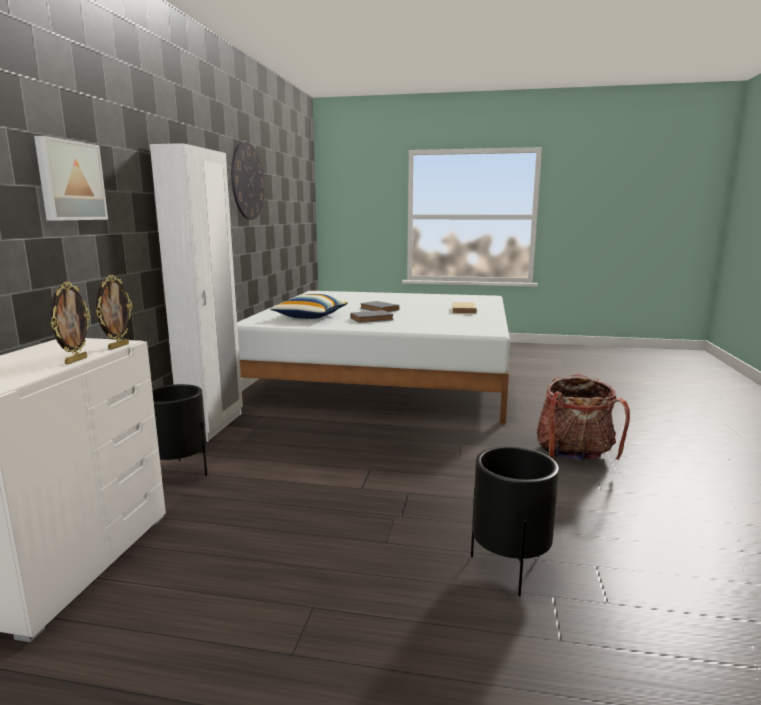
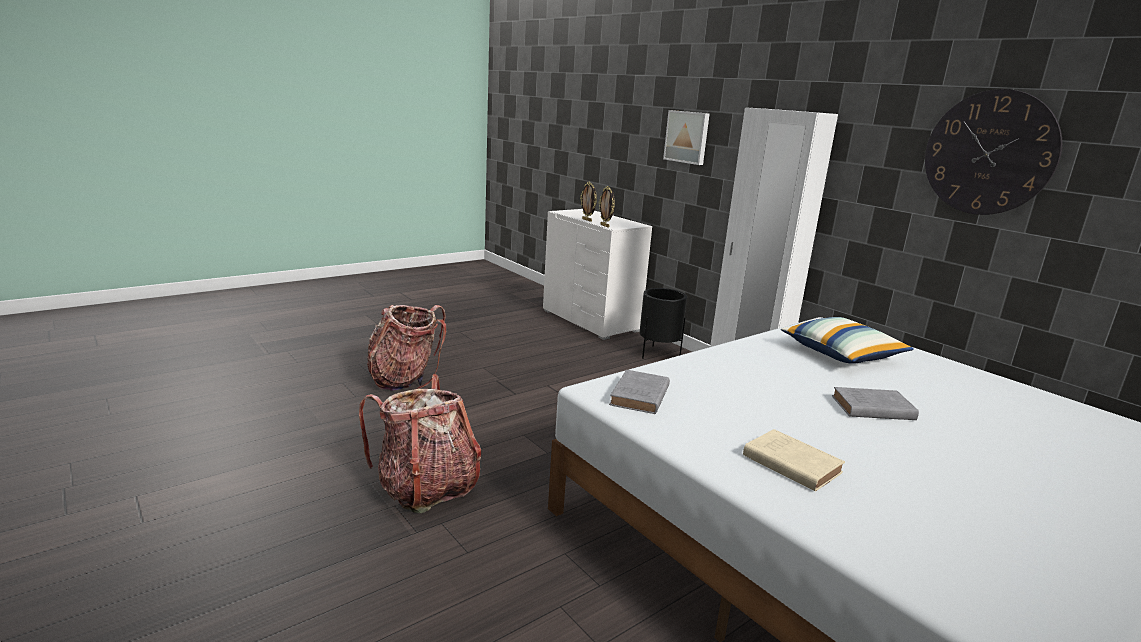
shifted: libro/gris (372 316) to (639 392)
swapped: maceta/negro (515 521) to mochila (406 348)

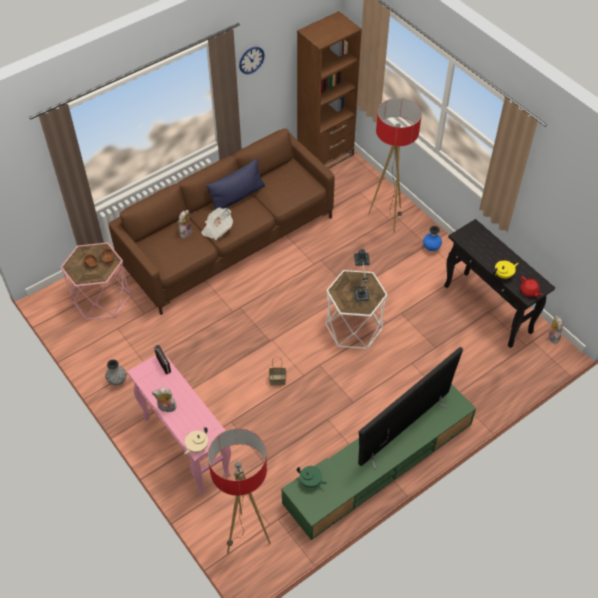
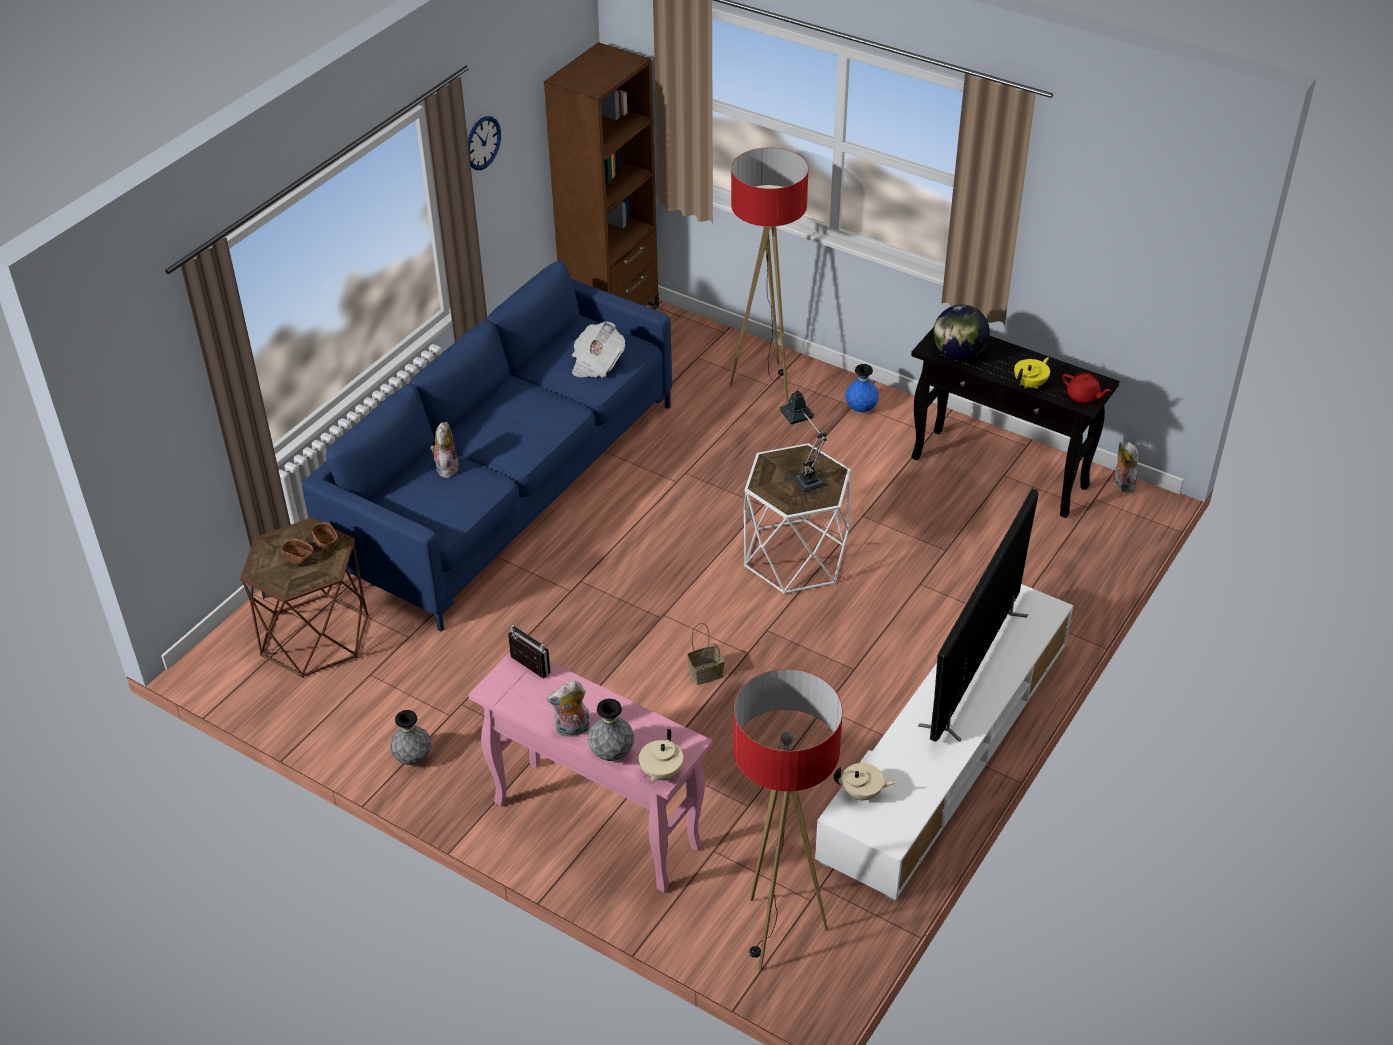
gone: cojín/azul (235 184)
new: globo terráqueo (961 332); florero/gris (611 730)
shifted: periódico (217 223) to (598 350)
repainted: sofá/marrón (222 221) to sofá/azul (487 446); mesa auxiliar/rosa (96 281) to mesa auxiliar/marrón (304 598); mueble de televisión/verde (379 462) to mueble de televisión/blanco (944 742); tetera/verde (312 476) to tetera/beis (865 782)

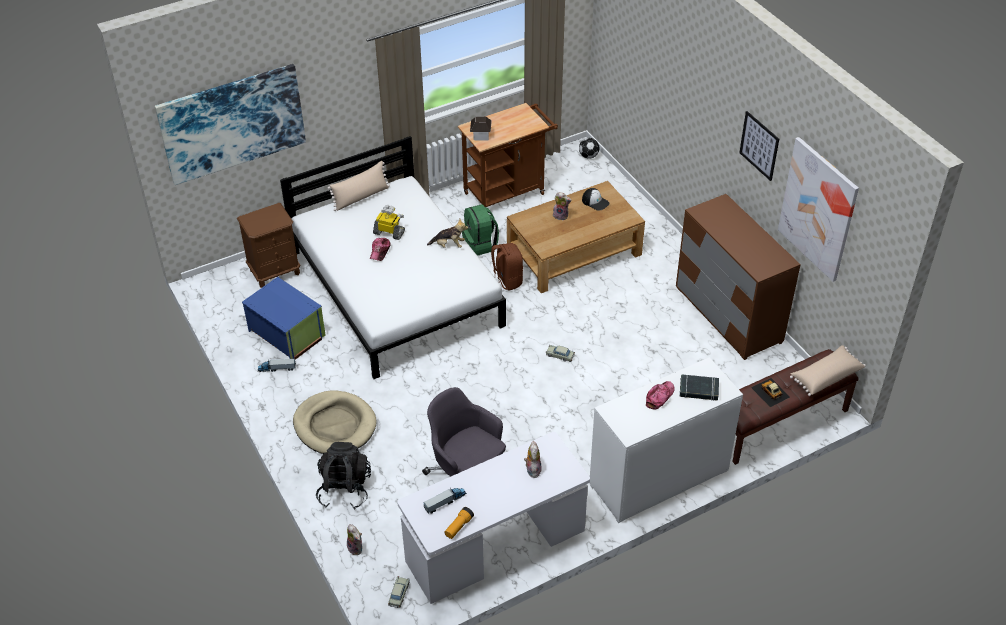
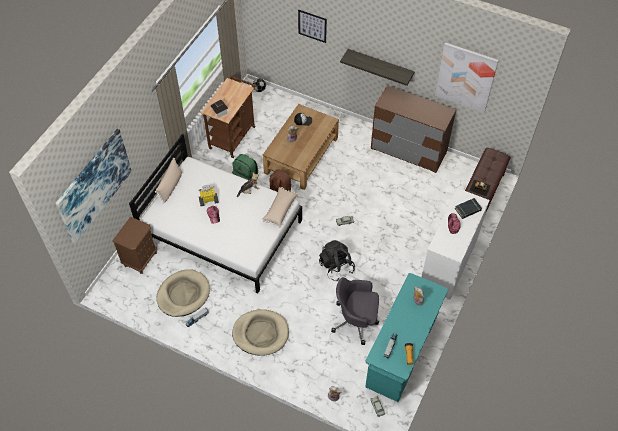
new: estante (377 67)
shifted: cuadro (759 146) to (312 26); cojín/beis (828 370) to (280 207); mochila/negro (343 475) to (337 260)
swapped: caja de almacenaje/azul (284 318) to cama para perro/beis (183 293)
repainted: escritorio/blanco (493 518) to escritorio/turquesa (406 337)

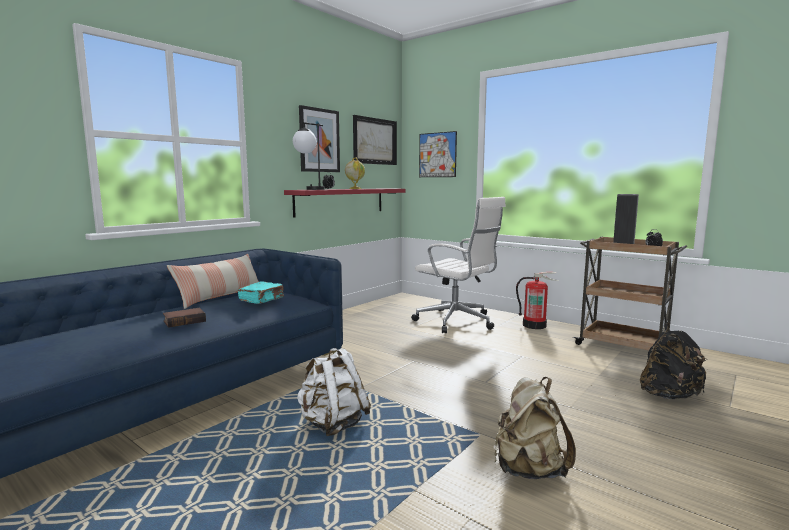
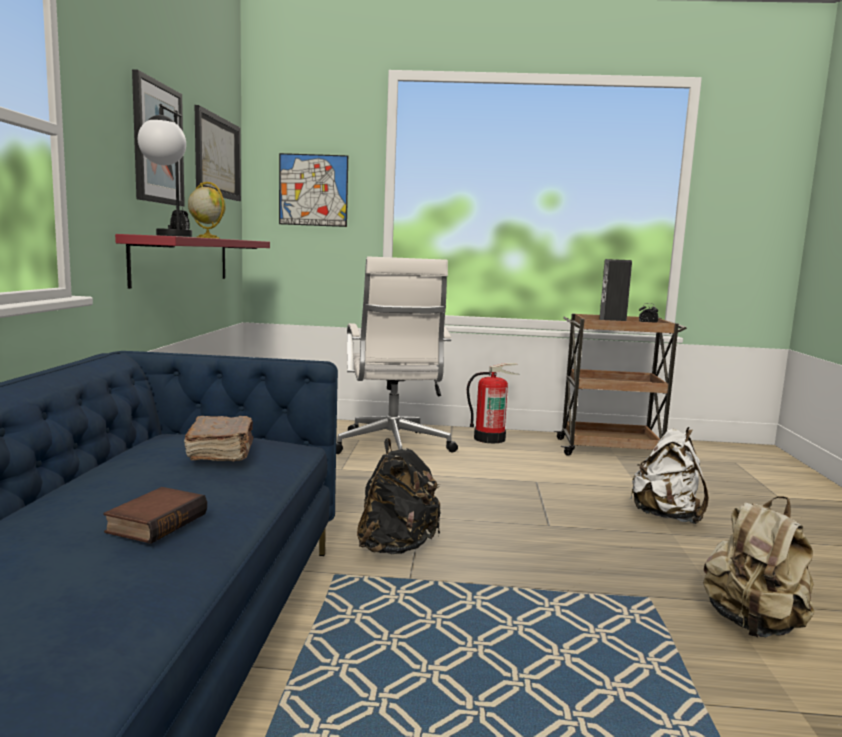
gone: cojín (213 281)
shifted: mochila/negro (673 361) to (399 496); mochila/blanco (334 392) to (669 475)
repainted: libro/turquesa (261 292) to libro/marrón (218 438)
rotated: silla de oficina/blanco (458 265) = (397 355) 75 degrees clockwise

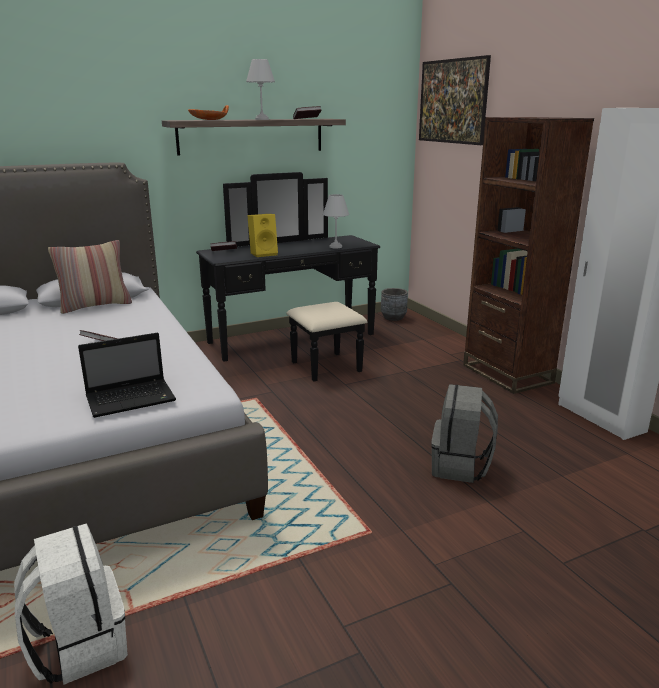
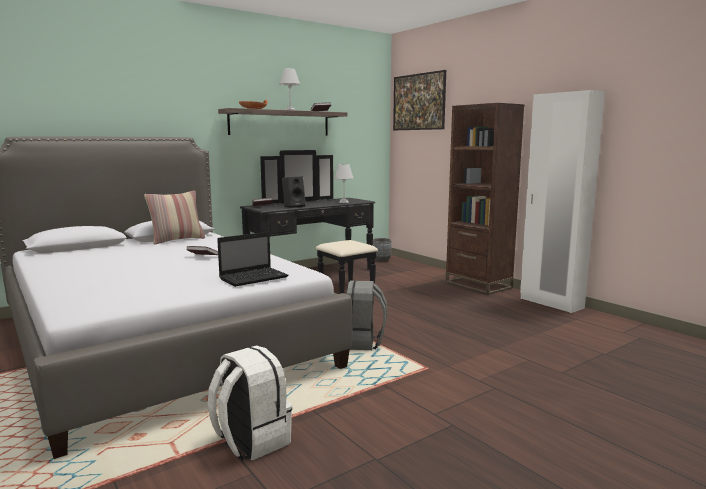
shifted: mochila/gris (464 433) to (366 315)
repainted: altavoz/amarillo (263 235) to altavoz/negro (294 192)

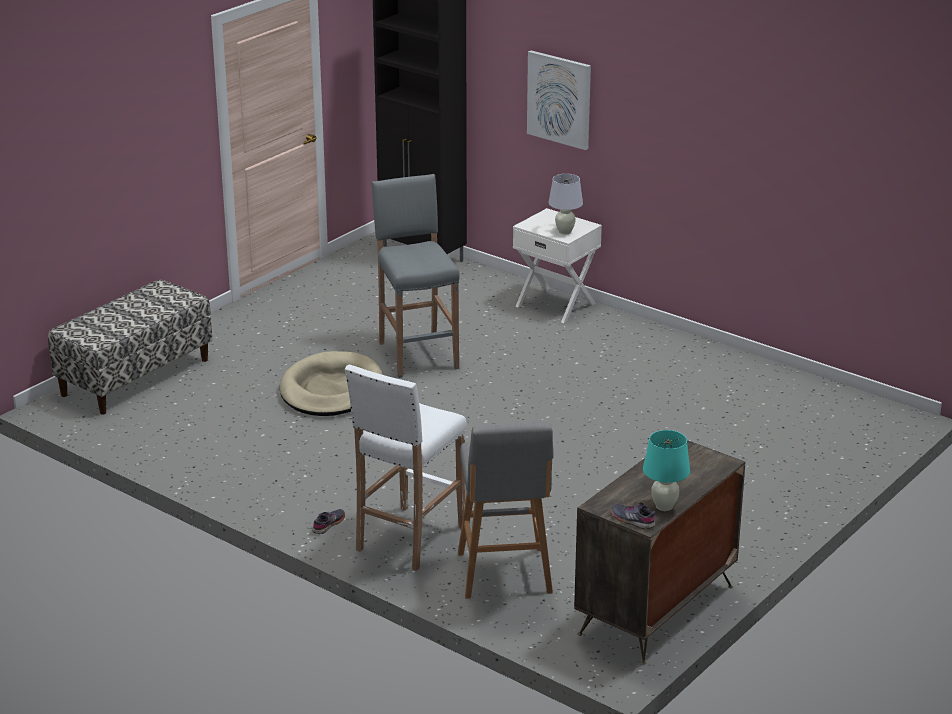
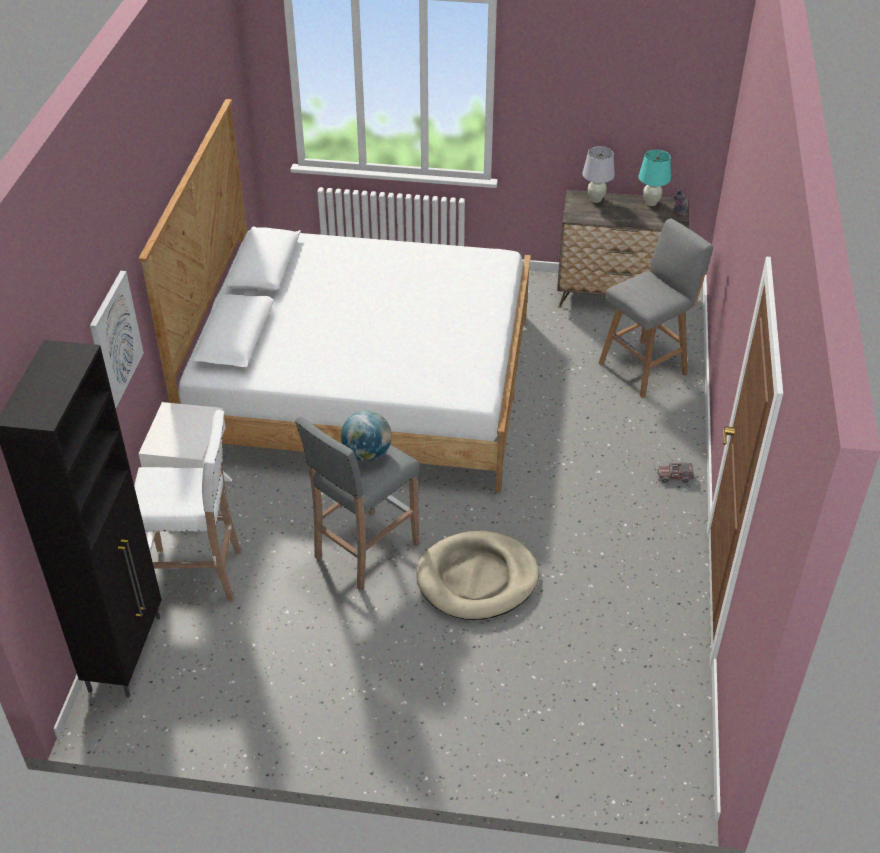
gone: banco (130 347)
new: cama (334 296); globo terráqueo (366 435)
shifted: lámpara de mesa/blanco (565 204) to (598 174); taburete/blanco (406 467) to (187 505)
swapped: zapato/gris (328 521) to camión de juguete (676 473)

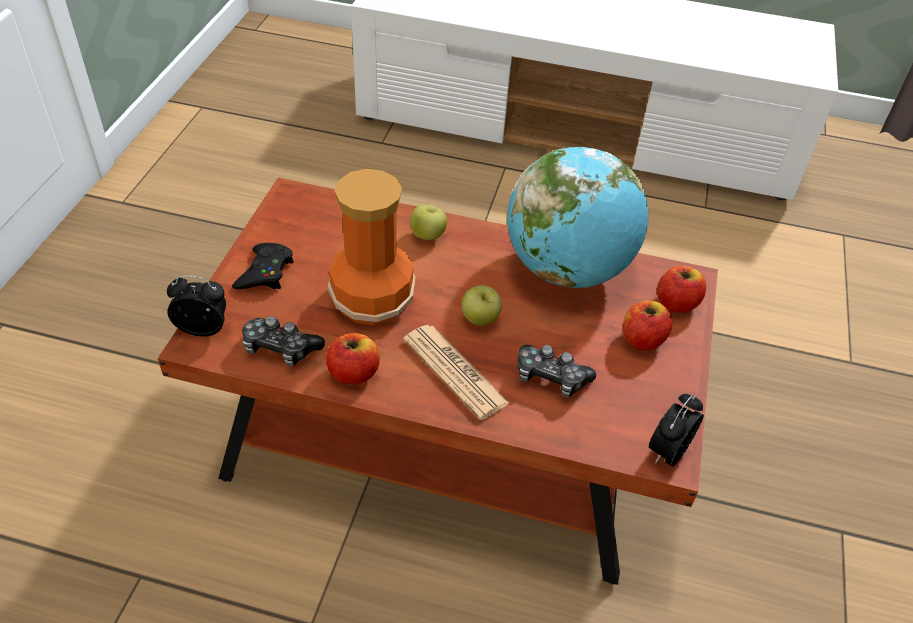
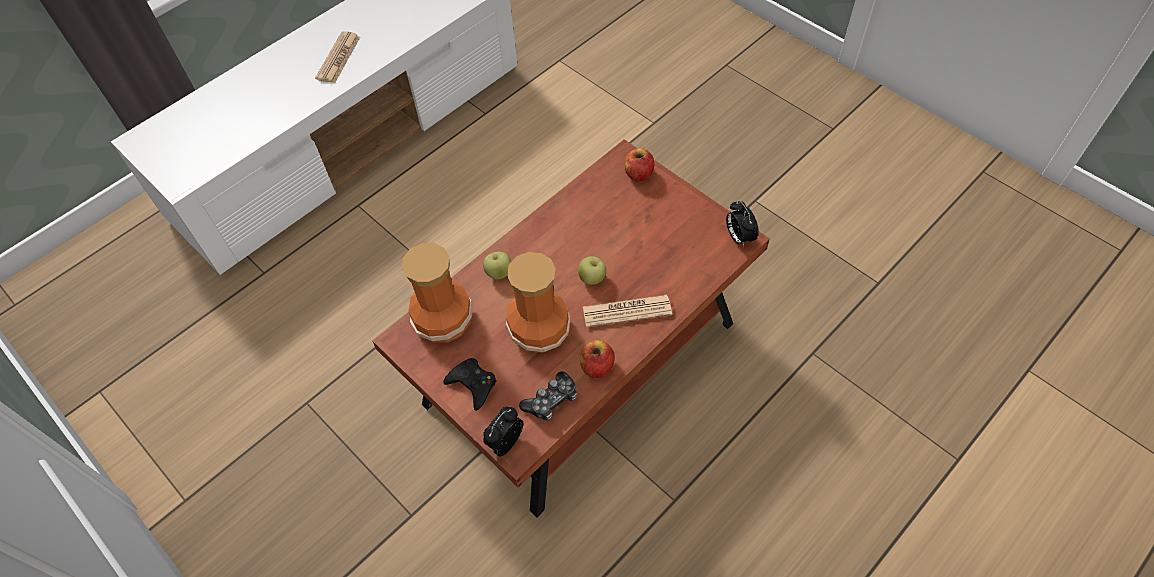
gone: globo terráqueo (577 217); manzana (647 326); mando de consola (556 371)
new: periódico (337 57); florero (437 293)

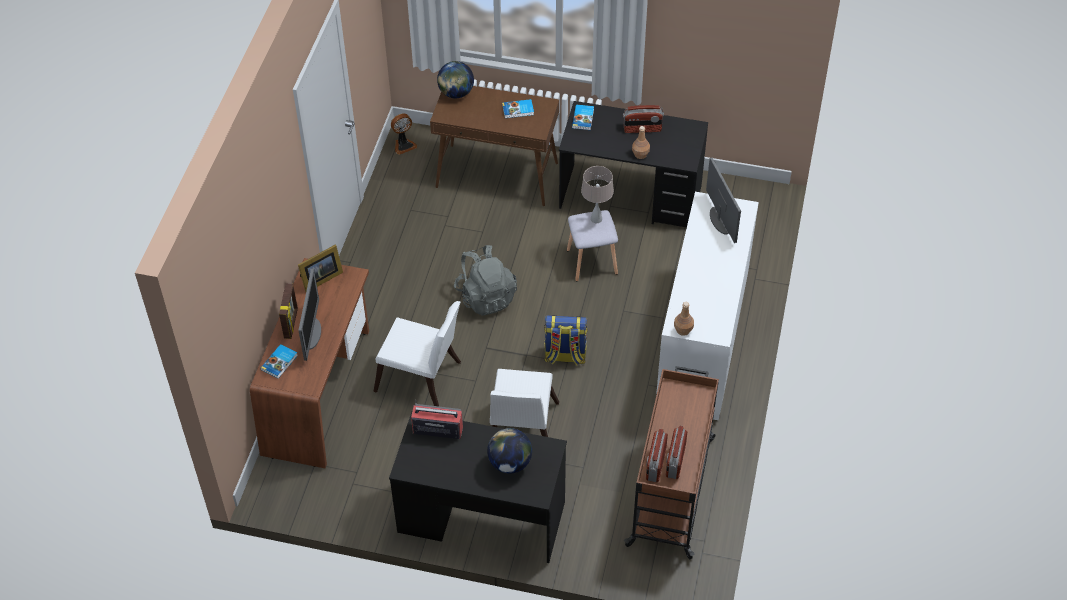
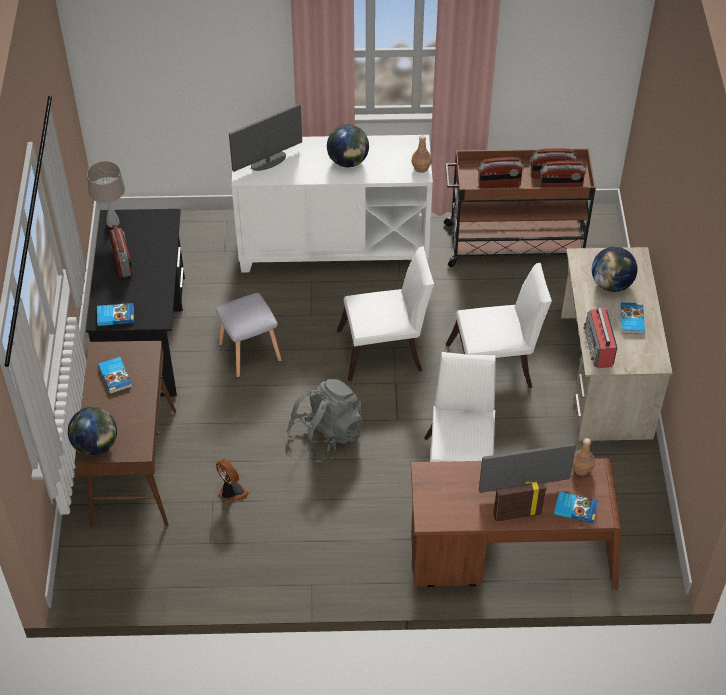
gone: portarretratos (320 268)
new: globo terráqueo (348 146); radio (501 172); libro (632 318)
shifted: ventilador (404 134) to (232 480); botella/marrón (641 142) to (583 457); lámpara de mesa/beis (597 194) to (106 194)
swapped: mochila (565 340) to silla/blanco (385 314)
repainted: escritorio/negro (478 487) to escritorio/beis (617 344)

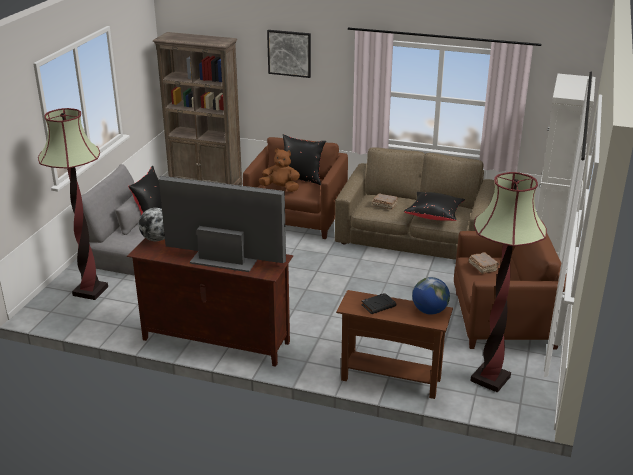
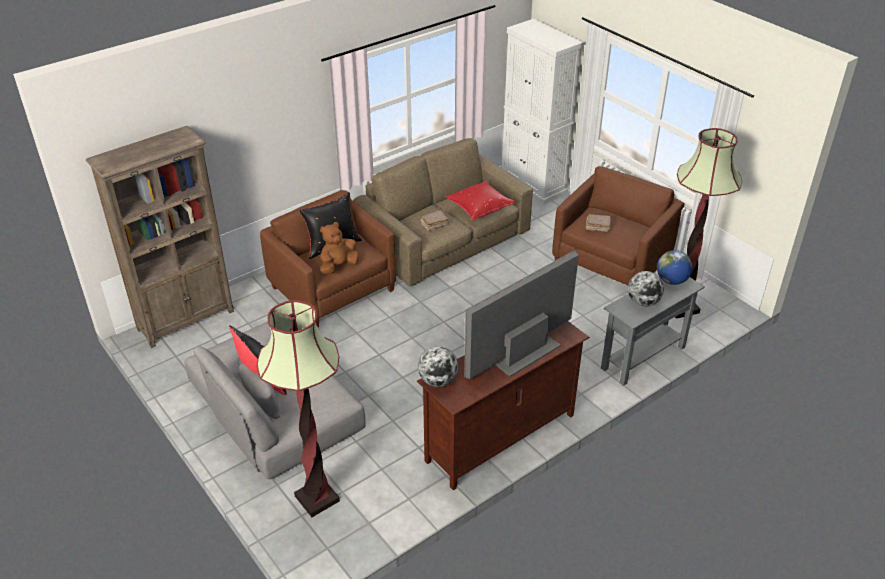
gone: cuadro (289 54)
swapped: libro/negro (378 303) to globo terráqueo (646 288)
repainted: cojín/negro (434 206) to cojín/rojo (480 200); mesa consola/marrón (394 344) to mesa consola/gris (653 331)

